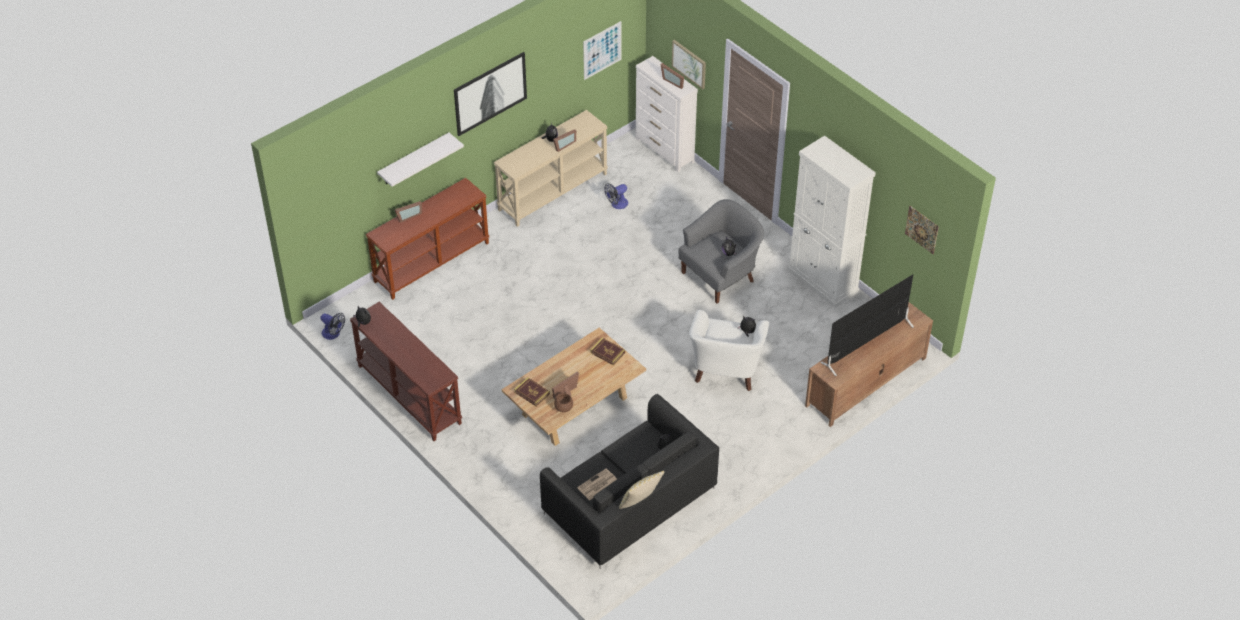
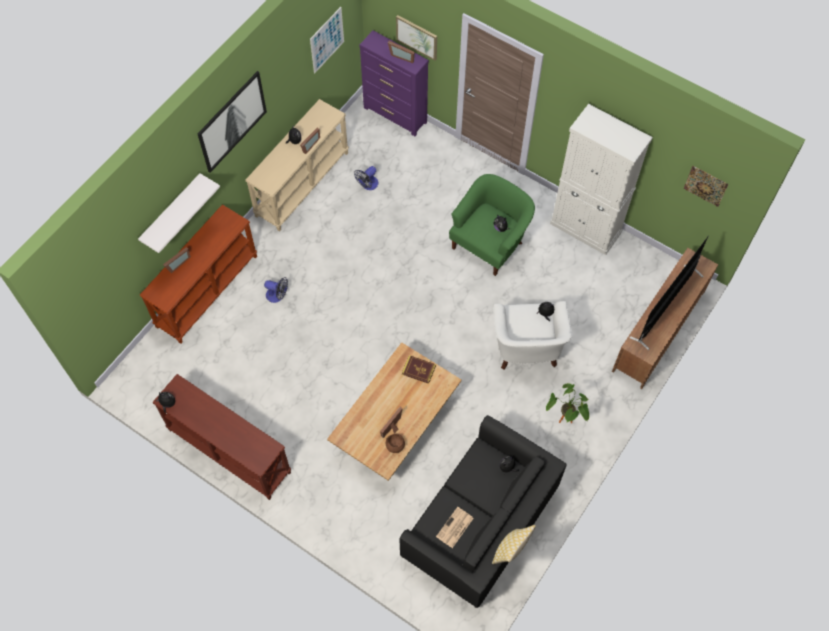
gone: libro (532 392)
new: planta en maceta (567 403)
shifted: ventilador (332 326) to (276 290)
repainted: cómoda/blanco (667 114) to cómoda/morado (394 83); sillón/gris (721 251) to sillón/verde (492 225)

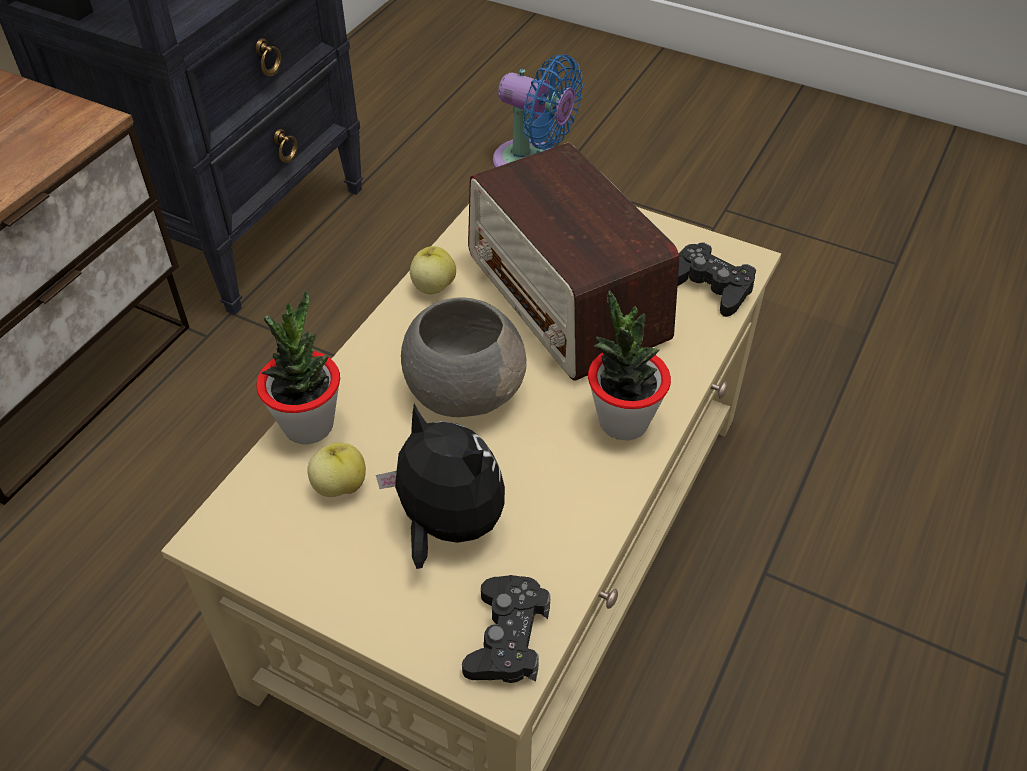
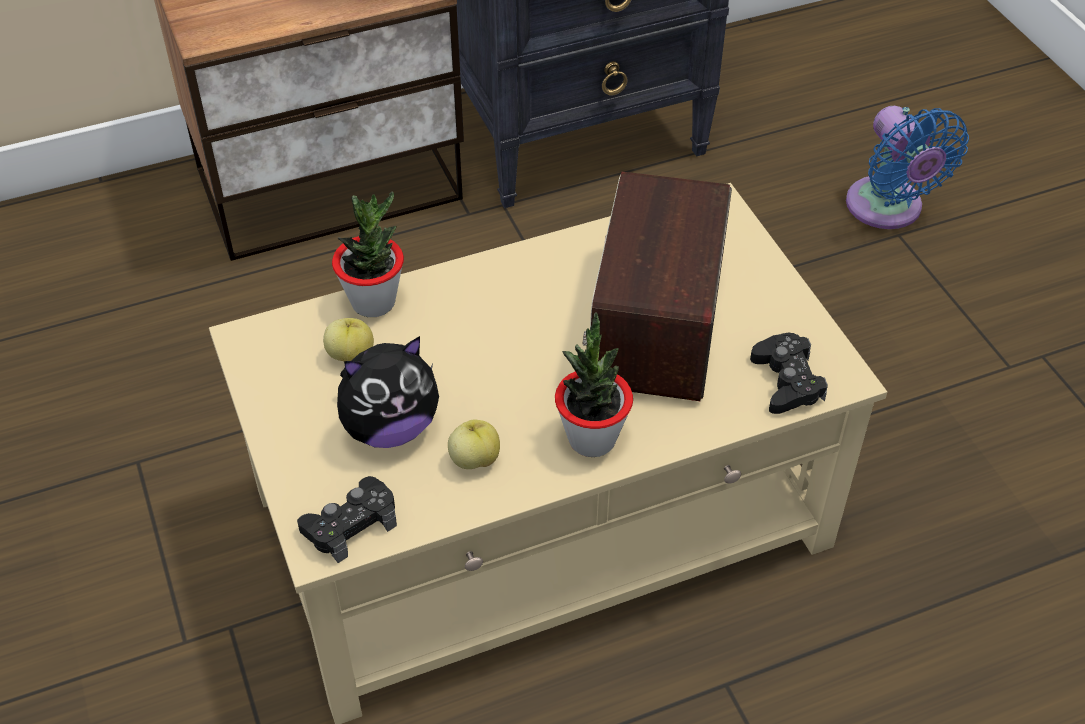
gone: cuenco/gris (464 357)
shifted: manzana (433 270) to (474 444)
rotated: peluche (440 486) = (388 392) 75 degrees clockwise

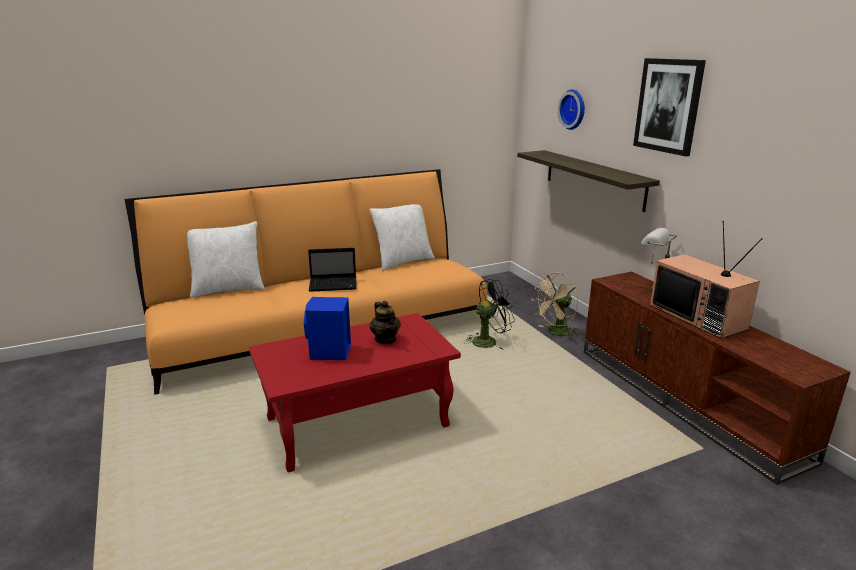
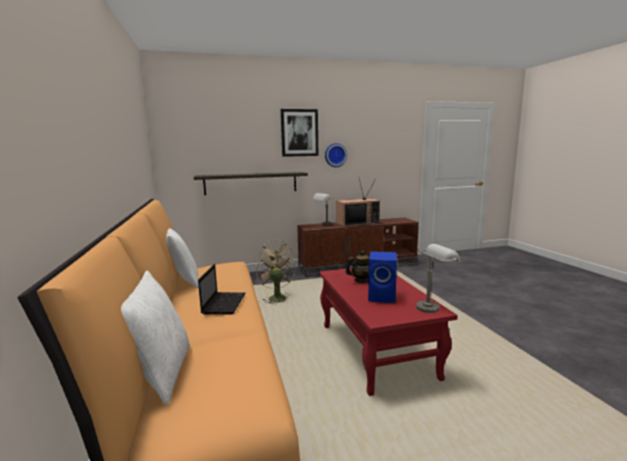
new: lámpara de mesa/gris (438 278)
shifted: reloj de pared (571 109) to (336 155)
repainted: ventilador/negro (490 314) to ventilador/beis (275 277)

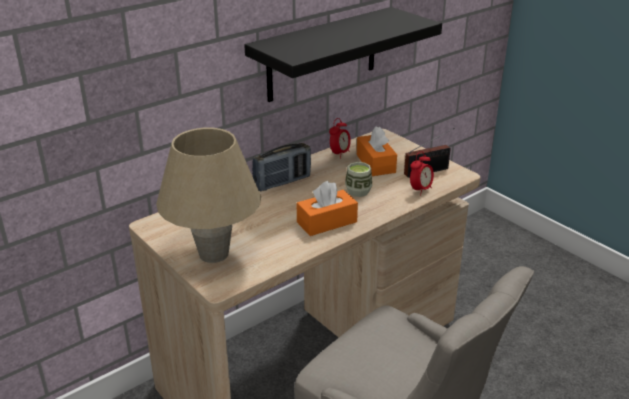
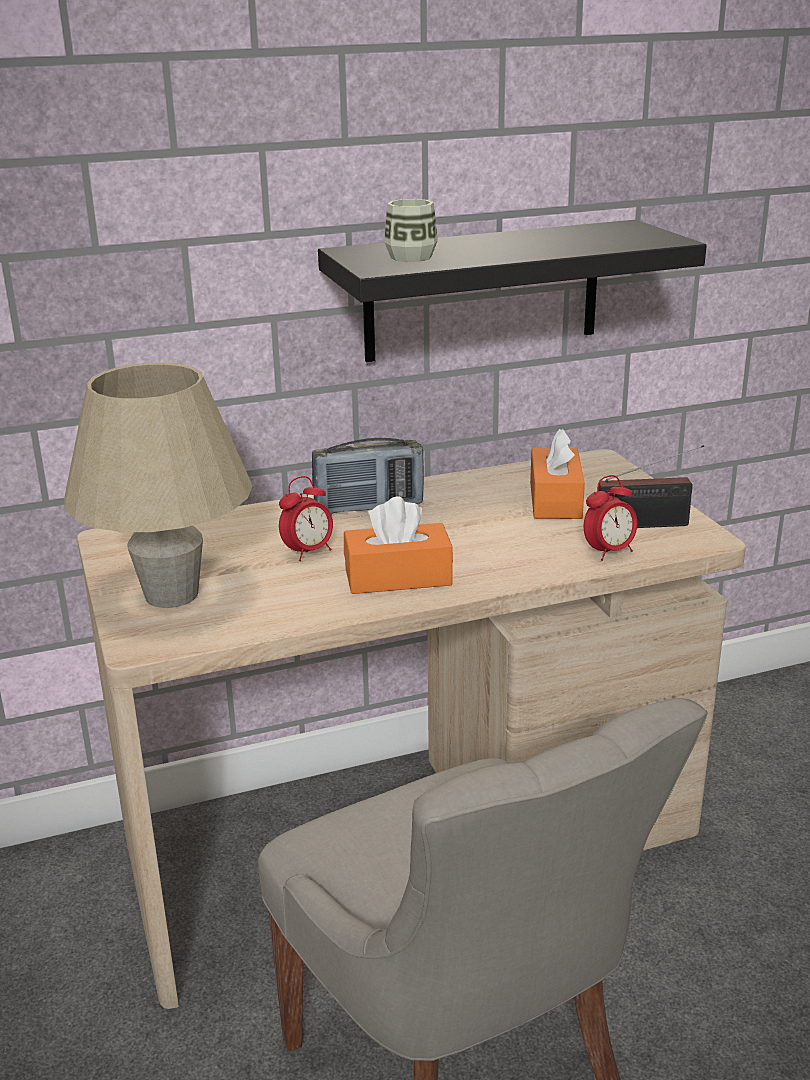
shifted: despertador (340 138) to (306 518); taza (358 179) to (411 230)

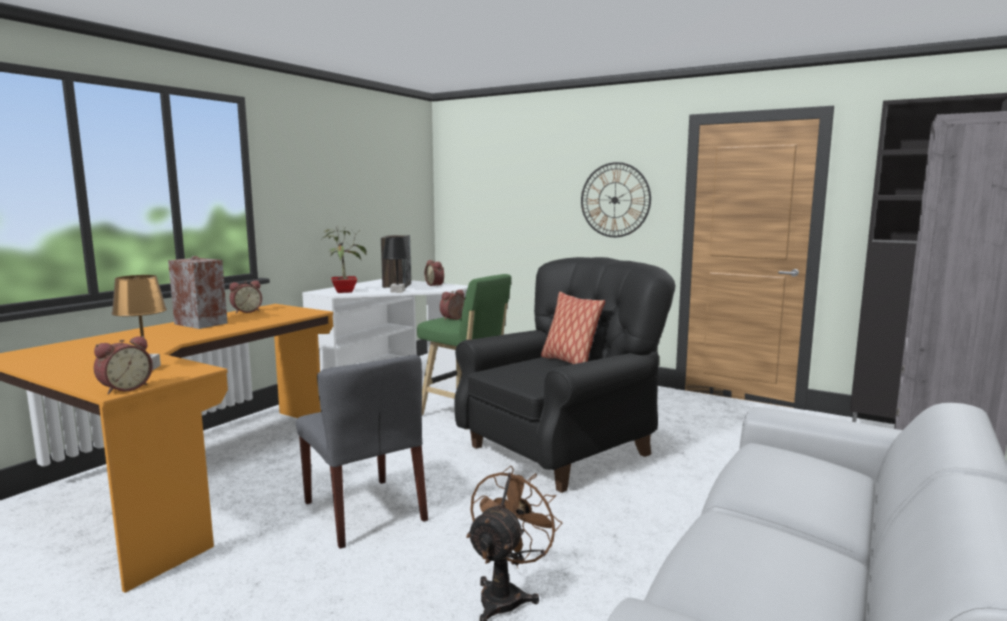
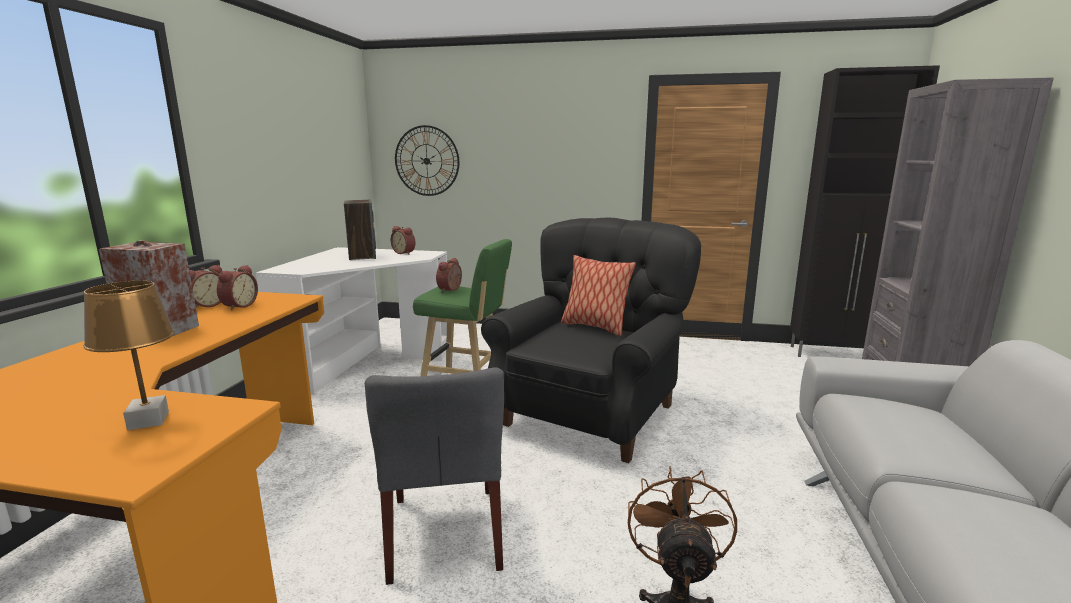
gone: planta en maceta (344 260); lámpara de mesa/negro (397 265)
shifted: reloj de pared (616 199) to (427 160); despertador (123 365) to (237 288)
rotated: silla/gris (362 452) = (434 476) 45 degrees clockwise

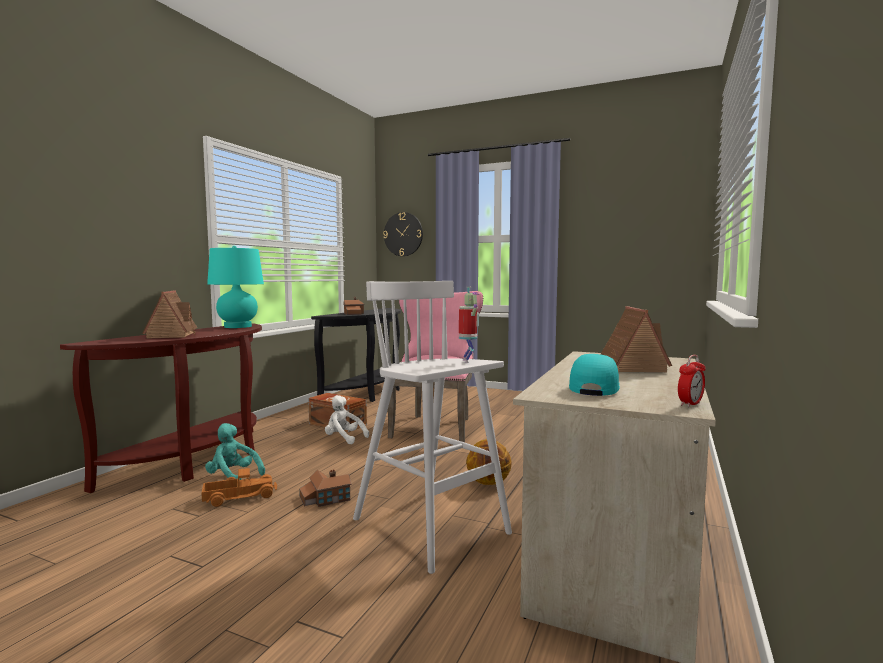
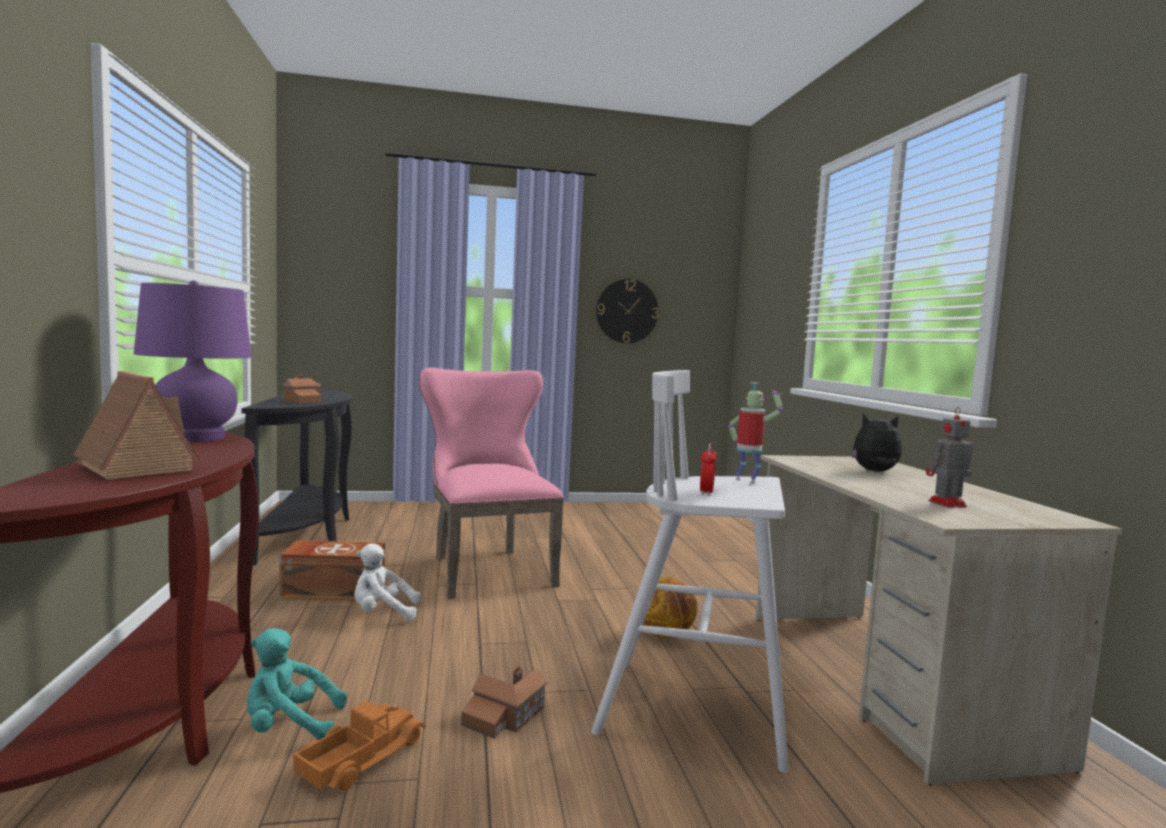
shifted: reloj de pared (403 234) to (627 311); despertador (692 381) to (709 469)
swapped: casita (636 339) to peluche (876 442); gorra/turquesa (594 375) to robot de juguete (949 457)
repainted: lámpara de mesa/turquesa (235 287) to lámpara de mesa/morado (193 361)

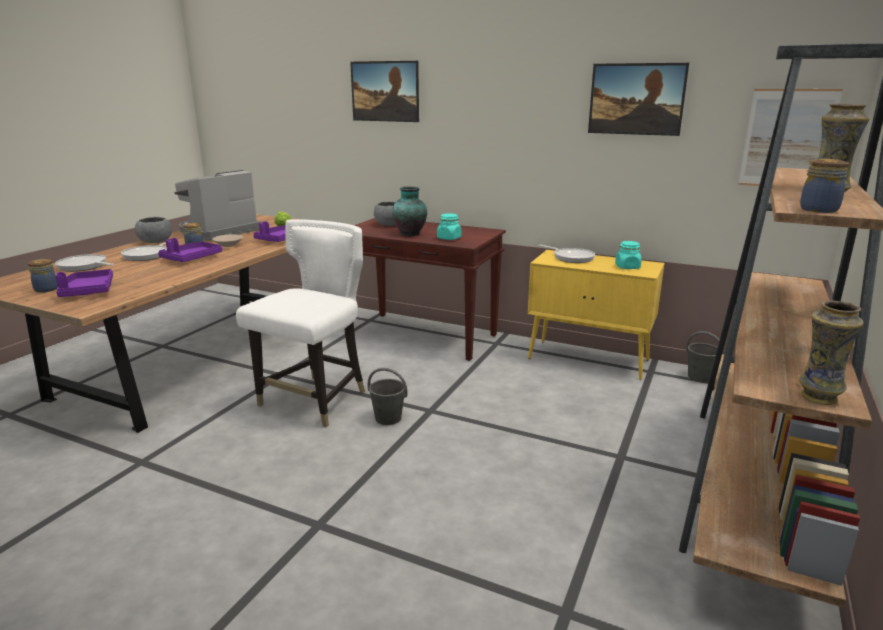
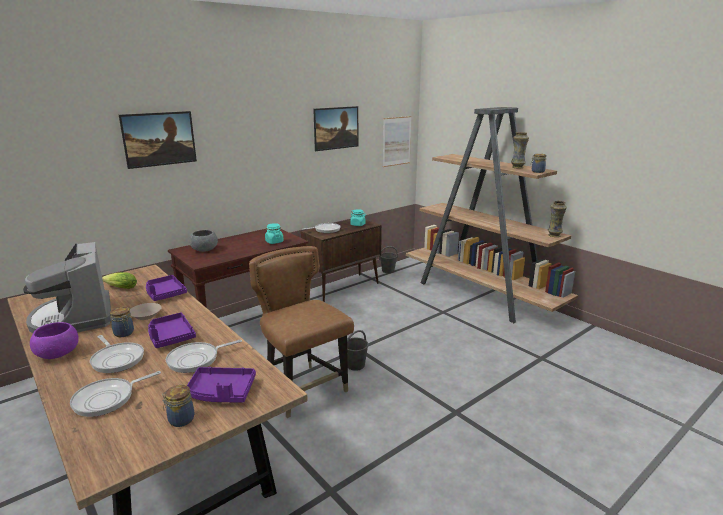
gone: florero (409 211)
new: sartén (204 356)
repainted: cuenco/gris (153 230) to cuenco/morado (54 340); silla/blanco (300 323) to silla/marrón (301 332); armario/amarillo (596 315) to armario/marrón (341 261)

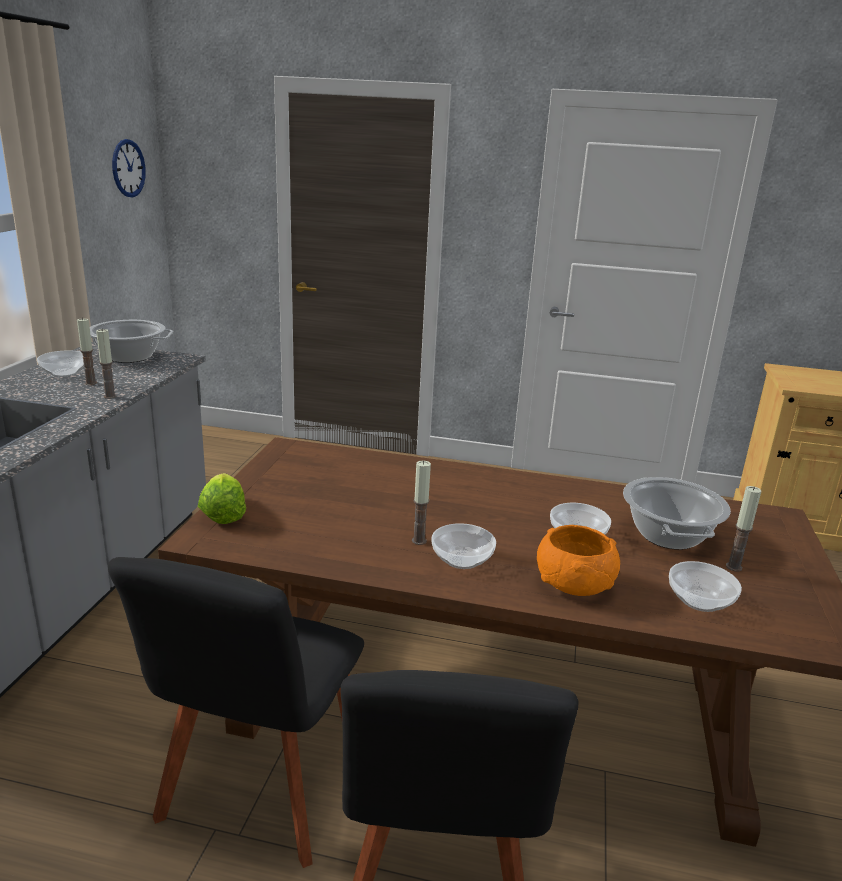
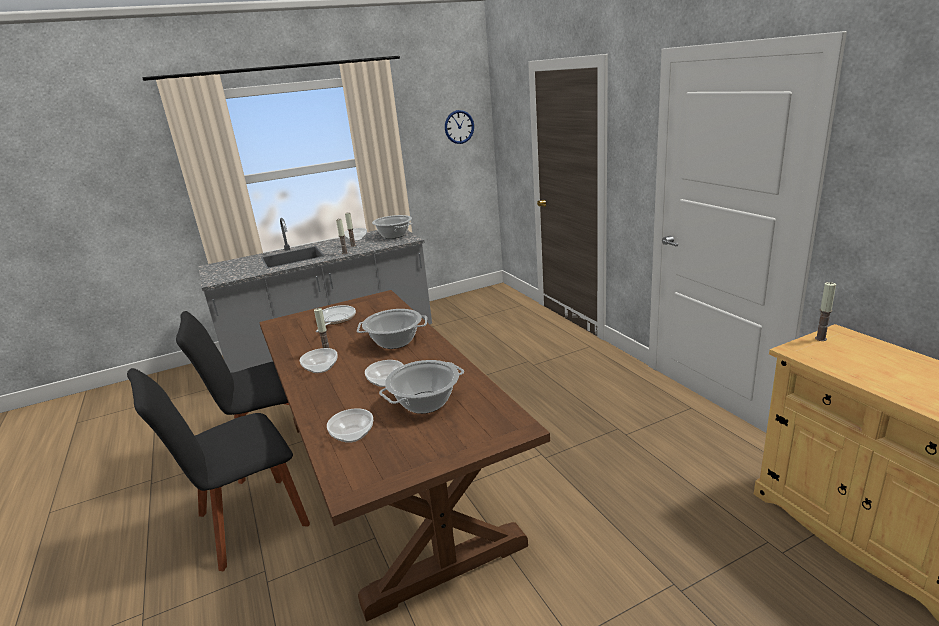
gone: lechuga (222 498); cuenco/naranja (578 560)
new: sartén (336 318); olla (392 329)
shifted: vela (743 529) to (825 311)

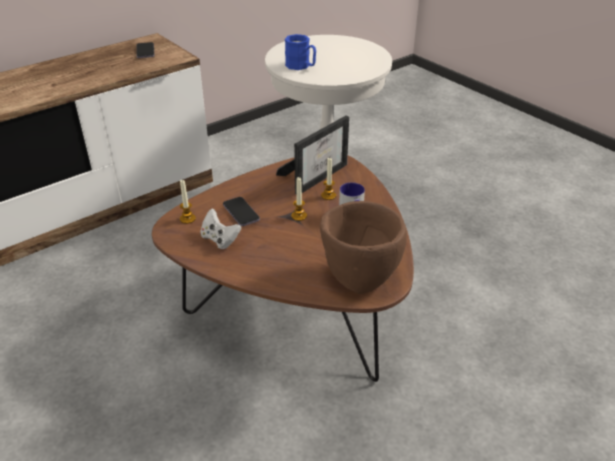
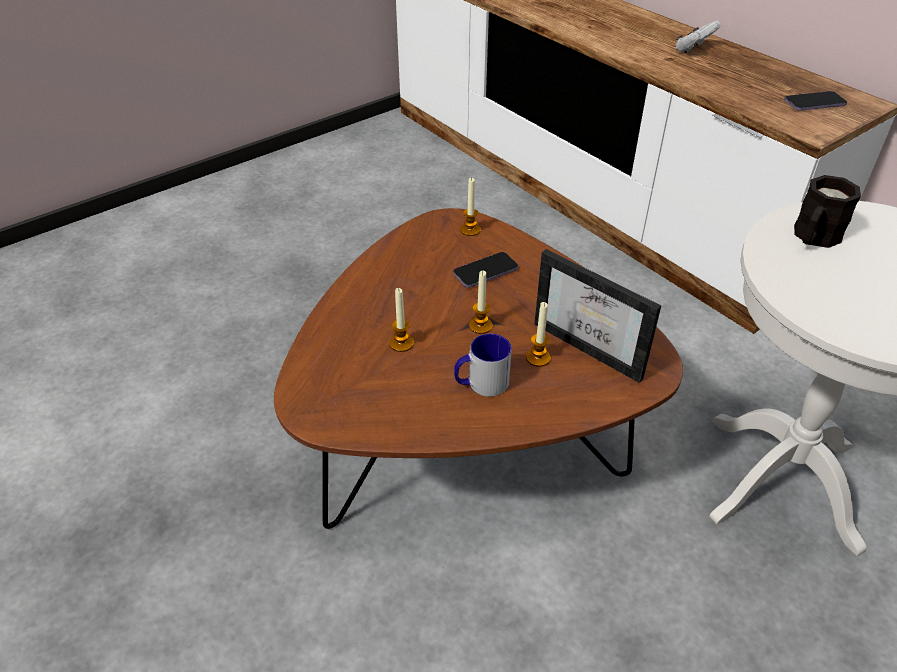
gone: cuenco/marrón (363 247)
new: vela (402 320)
shifted: mando de consola/blanco (220 229) to (698 37)
repainted: taza grande/azul (300 52) to taza grande/negro (827 211)

